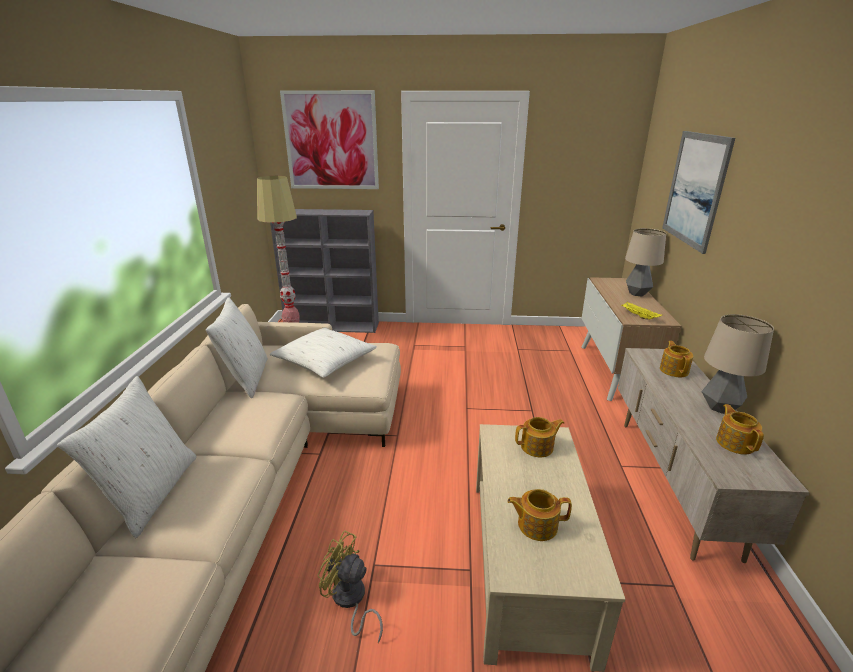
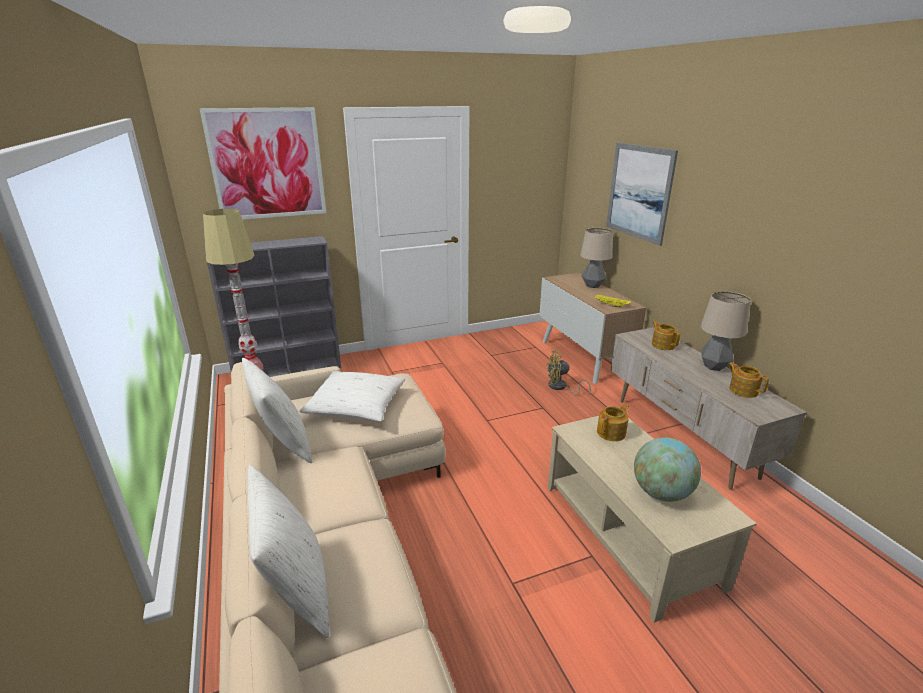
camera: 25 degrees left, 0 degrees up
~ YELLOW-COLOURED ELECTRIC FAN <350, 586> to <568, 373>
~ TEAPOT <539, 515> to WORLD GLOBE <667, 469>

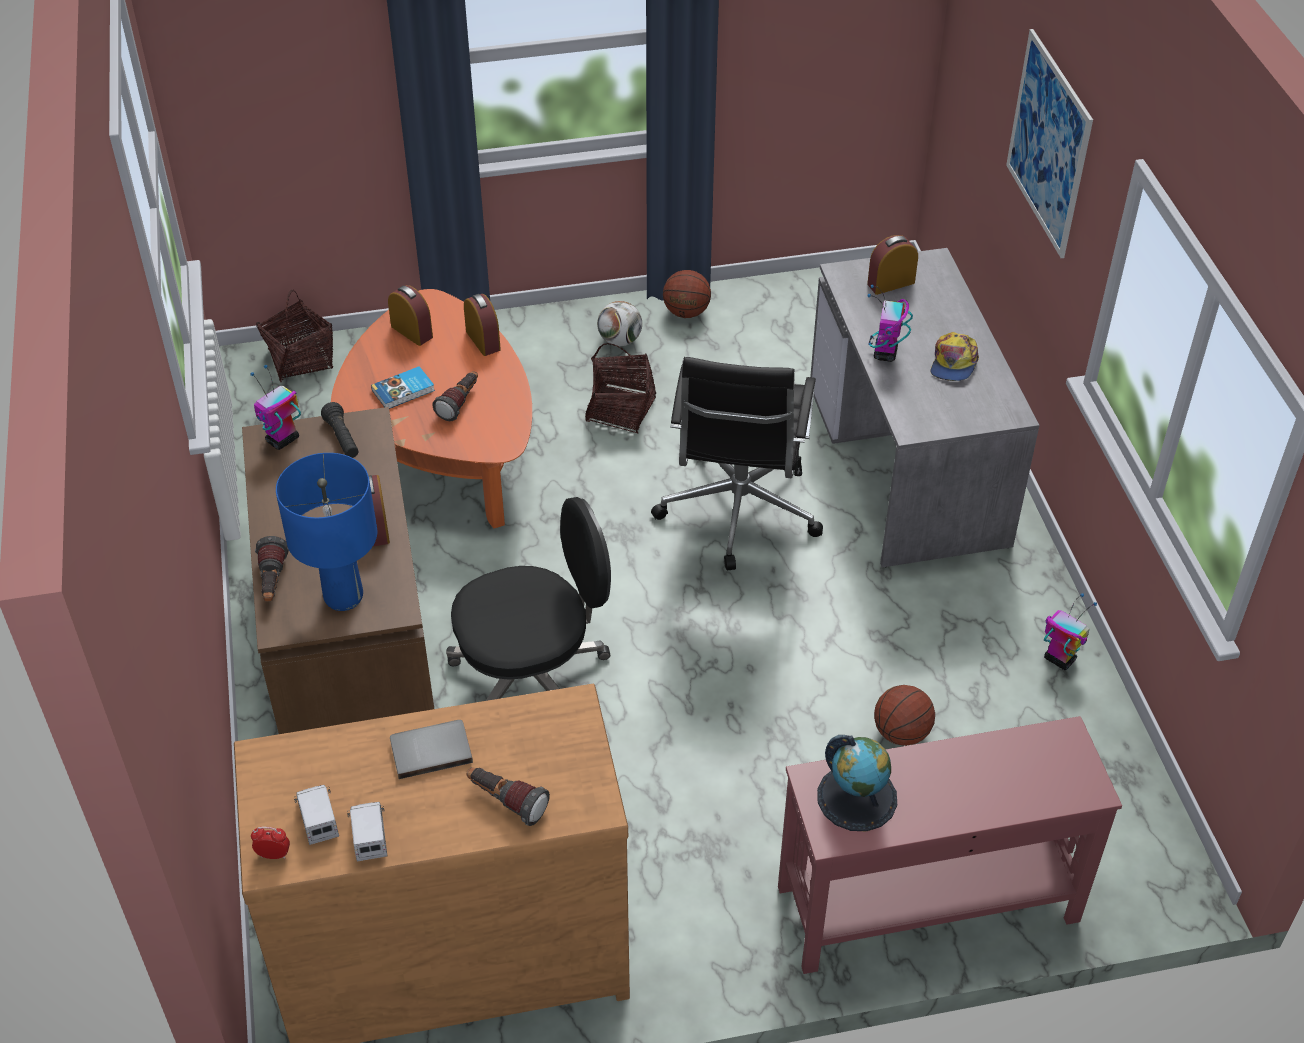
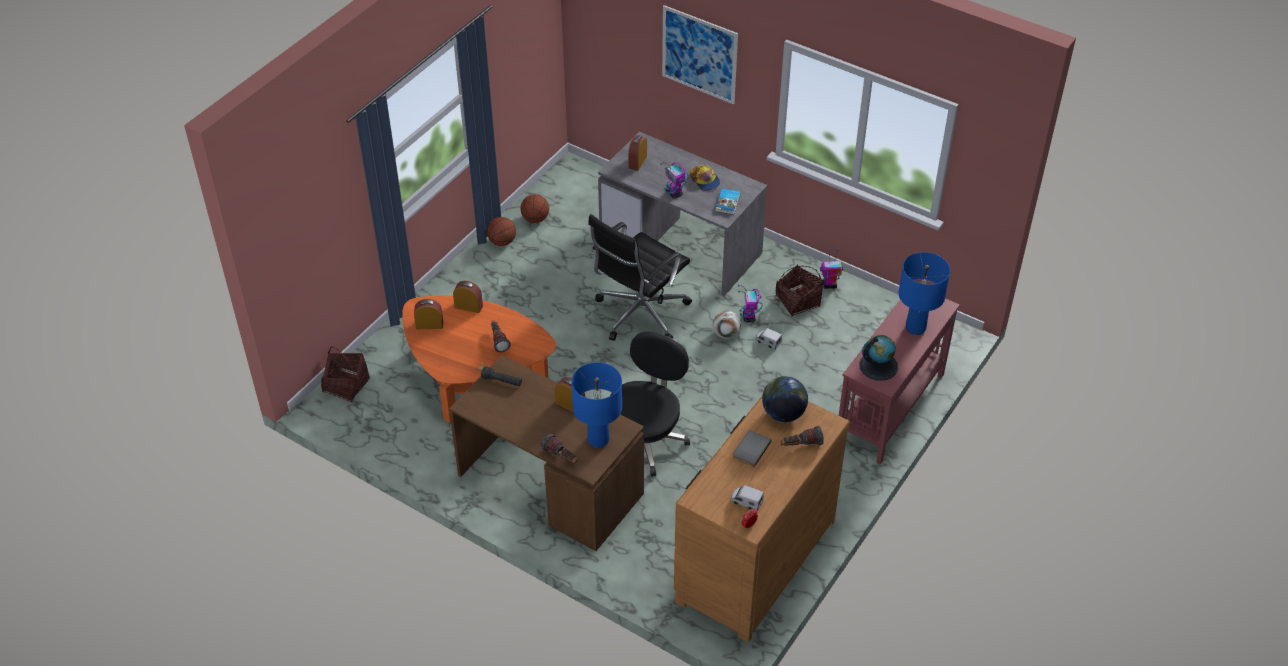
camera: 45 degrees left, 0 degrees up
~ TOY ROBOT <275, 407> to <750, 303>
~ MODEL TRUCK <367, 831> to <768, 339>
~ BOUND BOOK <403, 387> to <727, 202>
~ BASKET <620, 388> to <799, 290>
~ FOOTBALL <619, 323> to <727, 325>
~ BLACK-COLOURED COMPUTER CHAIR <737, 463> = <640, 277> 75 degrees clockwise
~ BALL FOR BASKETBALL <904, 715> to <535, 208>
+ WORLD GLOBE <785, 399>
+ BLUE-COLOURED TABLETOP LAMP <924, 293>

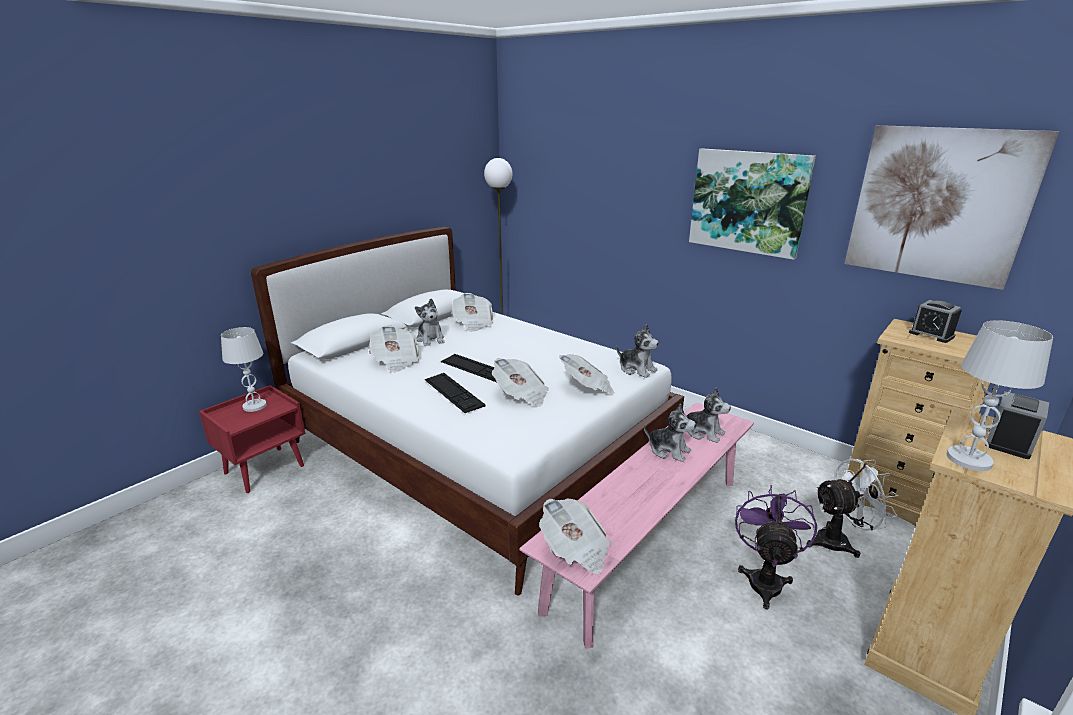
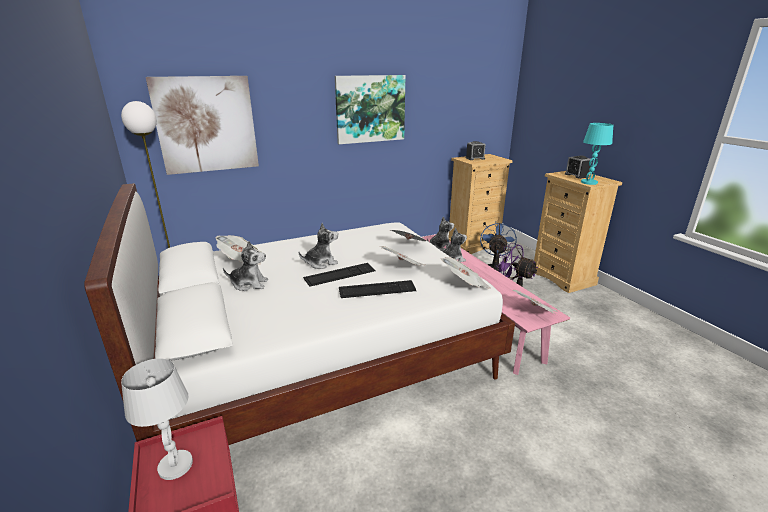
camera: 65 degrees left, 0 degrees up
~ NEWSPAPER <394, 348> to <466, 273>
~ CUDDLY TOY <637, 351> to <318, 246>
~ WHITISH ELECTRIC FAN <852, 508> to BLUE-COLOURED ELECTRIC FAN <498, 247>
~ PICTURE <951, 207> to <202, 125>
~ WHITISH TABLETOP LAMP <1000, 395> to TURQUOISE-COLOURED TABLETOP LAMP <597, 154>

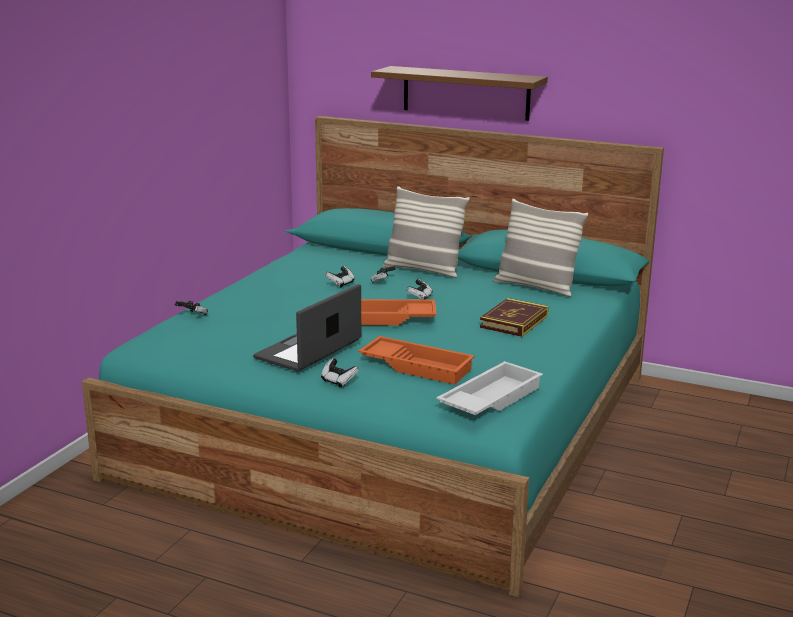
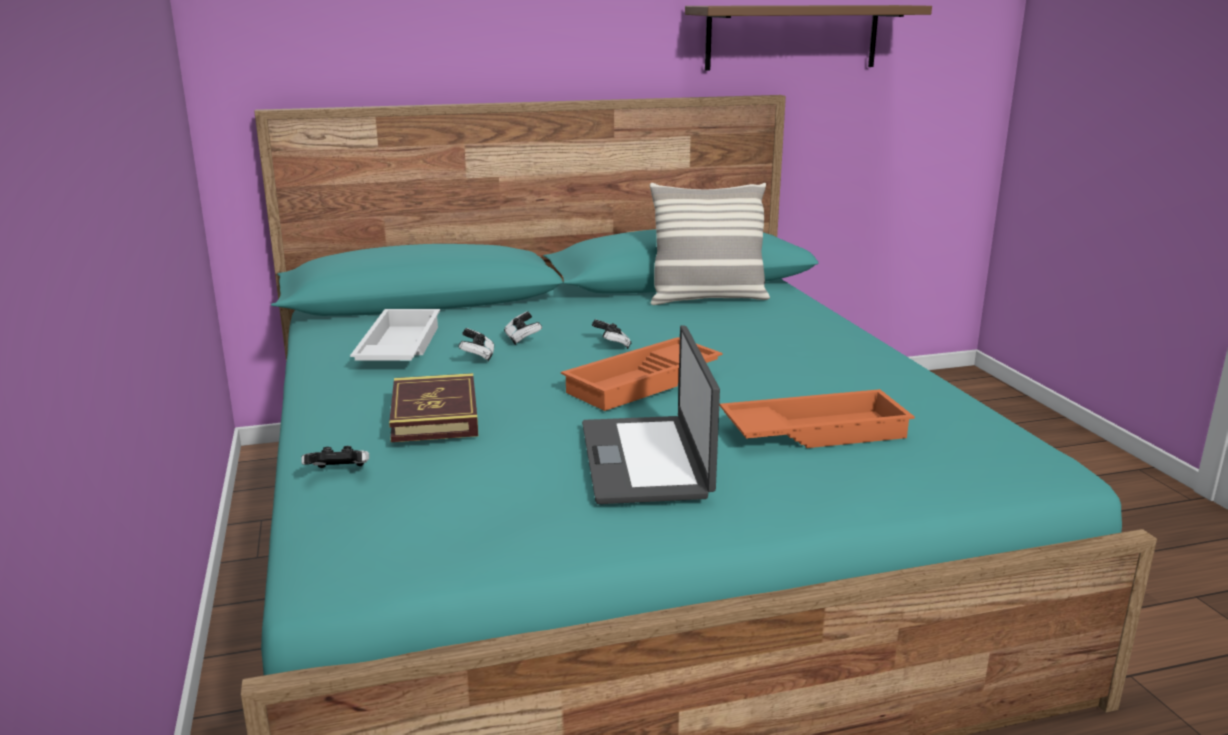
camera: 40 degrees left, 0 degrees up
- JOYPAD <340, 372>
~ BROWN-COLOURED SHELF <459, 93> to <808, 38>
- THROW PILLOW <426, 232>
~ WHITISH SERVING TRAY <489, 388> to <395, 335>
~ BOUND BOOK <514, 317> to <433, 407>

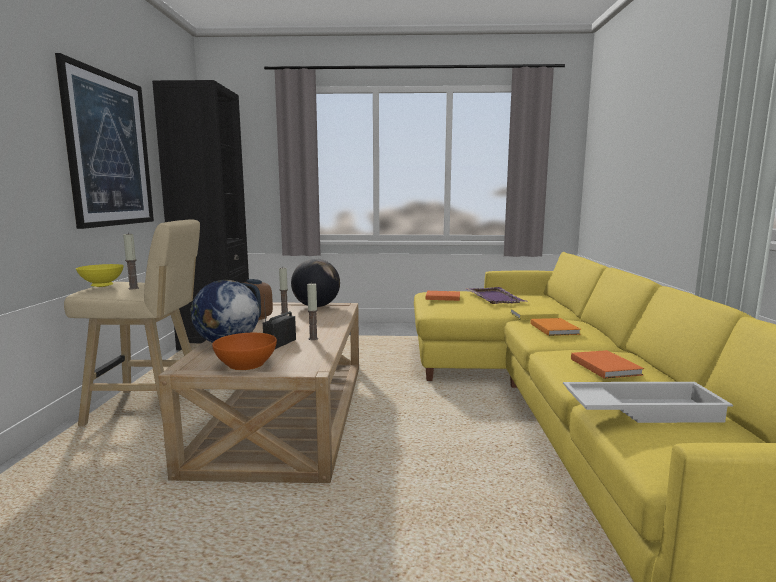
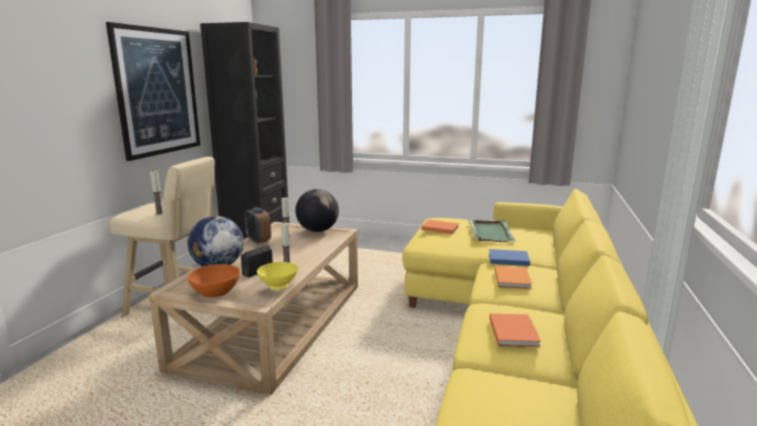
camera: 15 degrees right, 5 degrees up
~ YELLOW-COLOURED DEEP DISH <100, 275> to <277, 276>
~ PURPLISH SERVING TRAY <495, 295> to GREEN-COLOURED SERVING TRAY <492, 230>
~ YELLOW-COLOURED BOUND BOOK <534, 313> to BLUE-COLOURED BOUND BOOK <509, 257>
- WHITISH SERVING TRAY <648, 402>

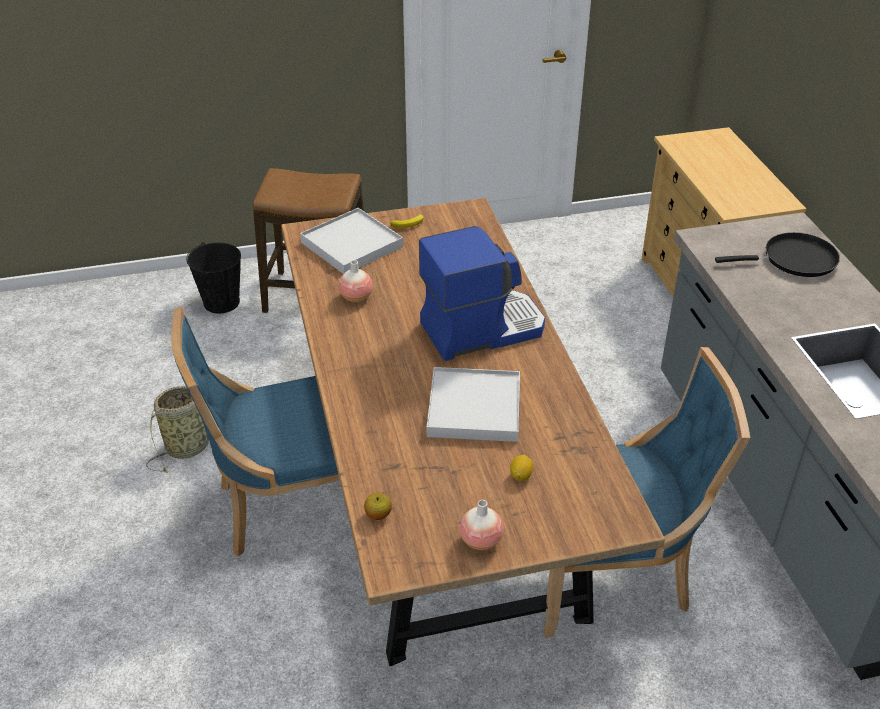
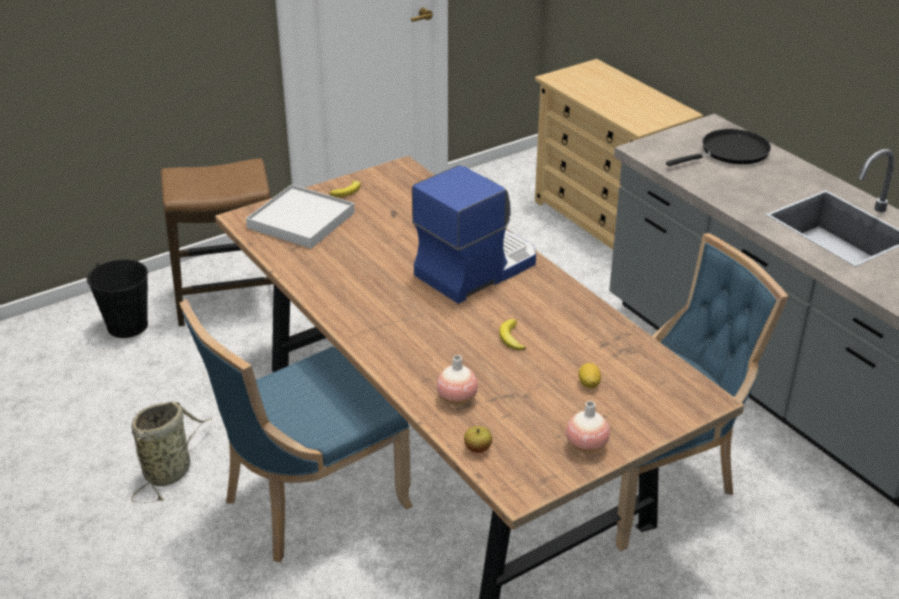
camera: 20 degrees left, 5 degrees down
~ FLOWER VASE <356, 281> to <457, 380>
~ WHITISH SERVING TRAY <473, 404> to BANANA <512, 334>

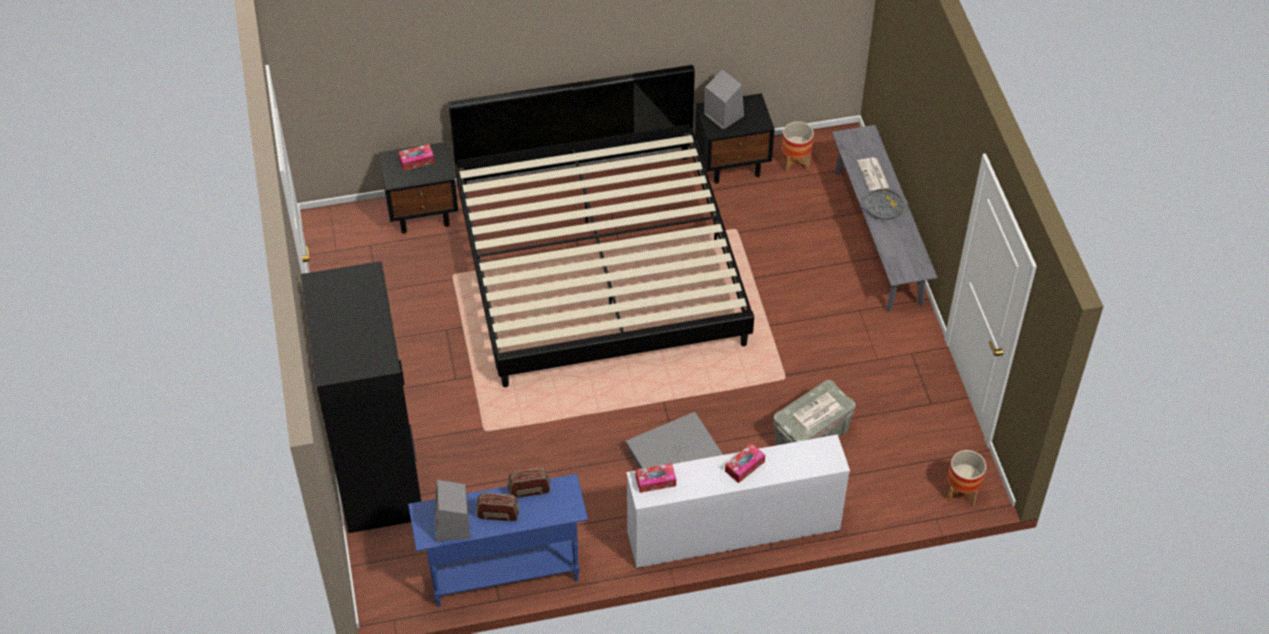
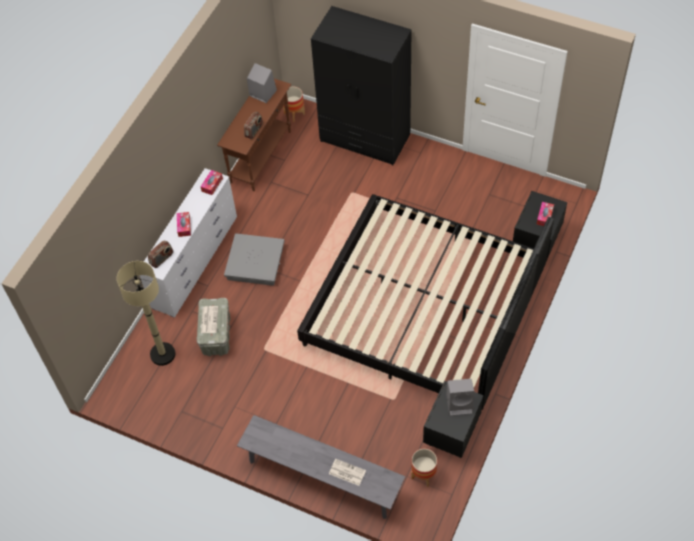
camera: 130 degrees right, 5 degrees up
~ BLUE-COLOURED NARROW TABLE <498, 540> to BROWN-COLOURED NARROW TABLE <254, 135>
~ RADIO SET <497, 507> to <160, 254>
- GRAY SERVING TRAY <884, 204>
~ PLANTER <966, 478> to <294, 104>
+ BEIGE STANDING LAMP <146, 313>

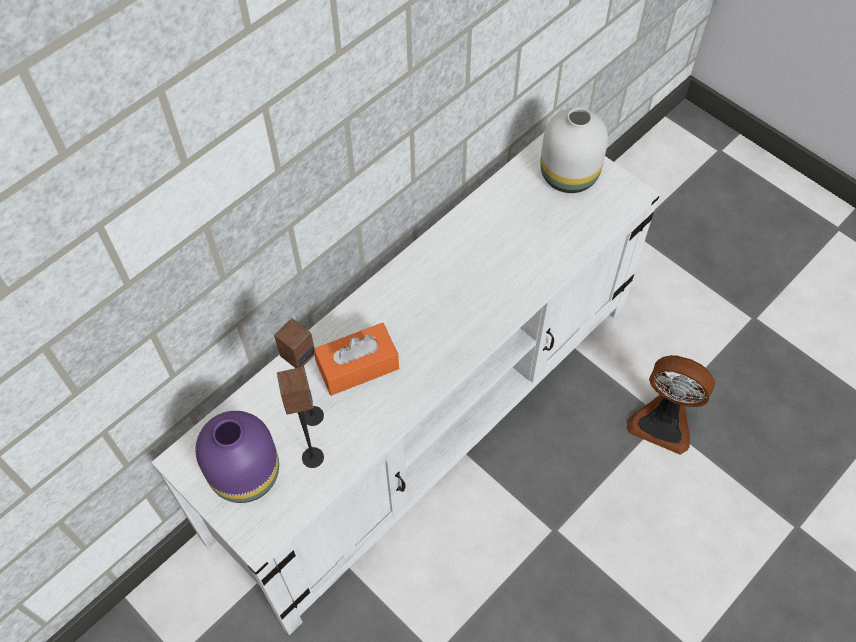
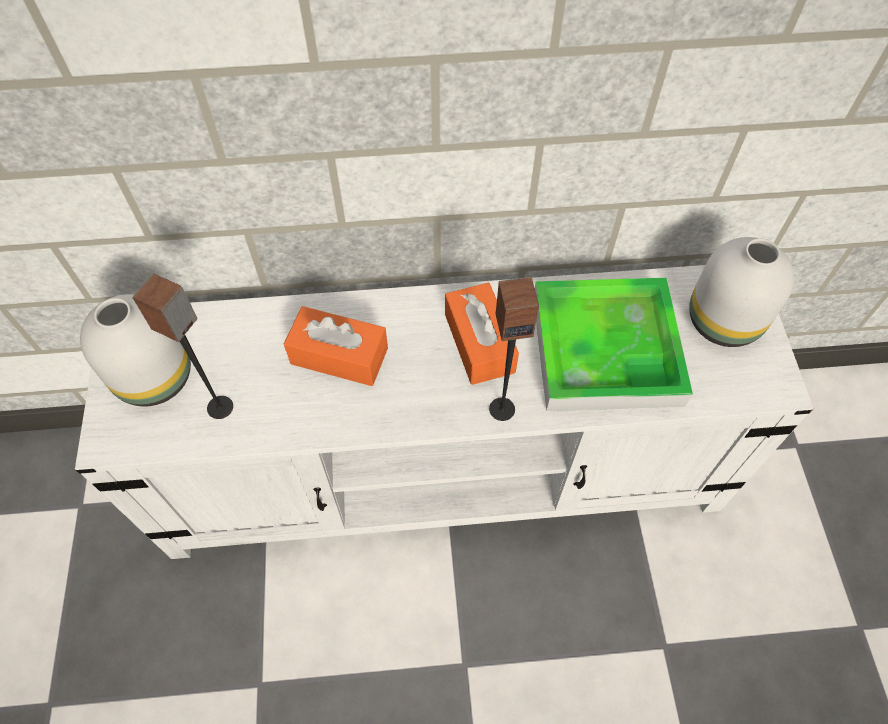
camera: 40 degrees right, 0 degrees up
~ PURPLISH FLOWER VASE <237, 457> to WHITISH FLOWER VASE <135, 350>
~ AUDIO SPEAKER <299, 372> to <514, 349>
- ELECTRIC FAN <671, 405>
+ ORANGEY TISSUE BOX <482, 334>
+ SERVING TRAY <614, 344>

